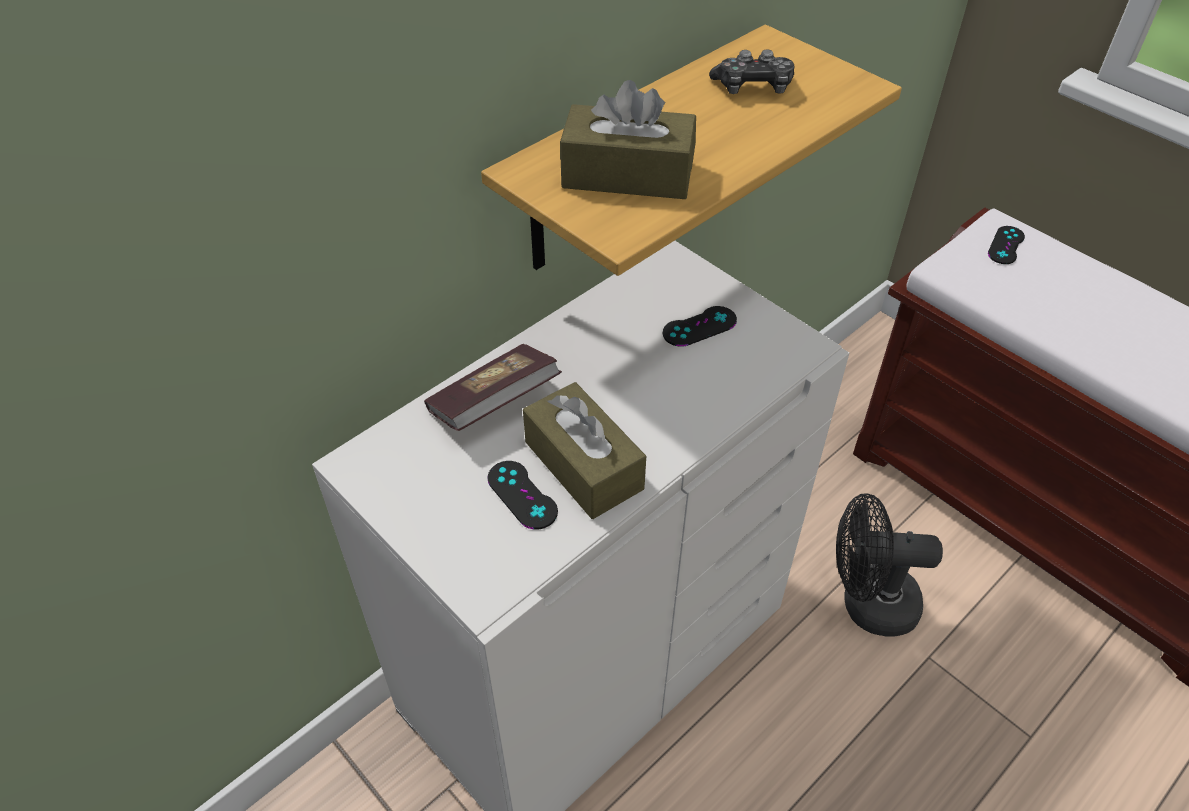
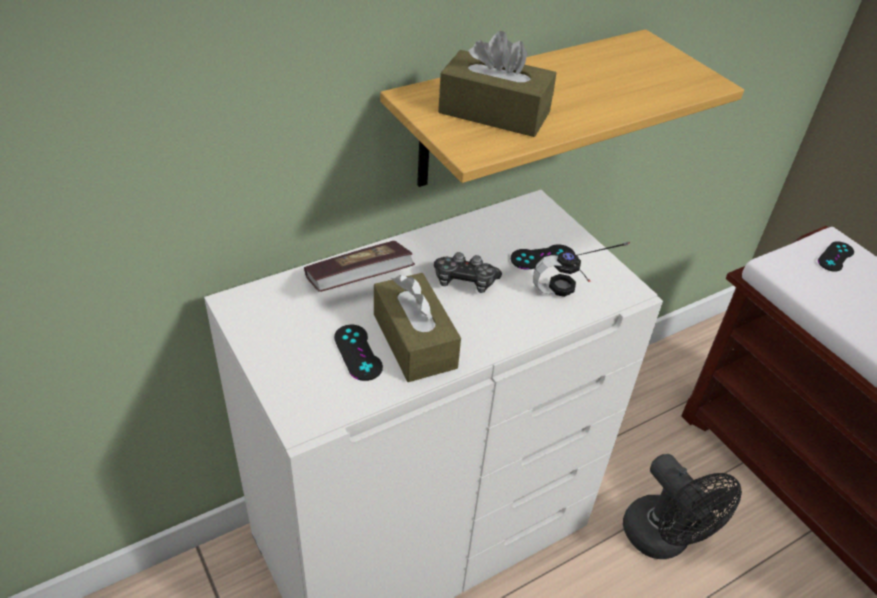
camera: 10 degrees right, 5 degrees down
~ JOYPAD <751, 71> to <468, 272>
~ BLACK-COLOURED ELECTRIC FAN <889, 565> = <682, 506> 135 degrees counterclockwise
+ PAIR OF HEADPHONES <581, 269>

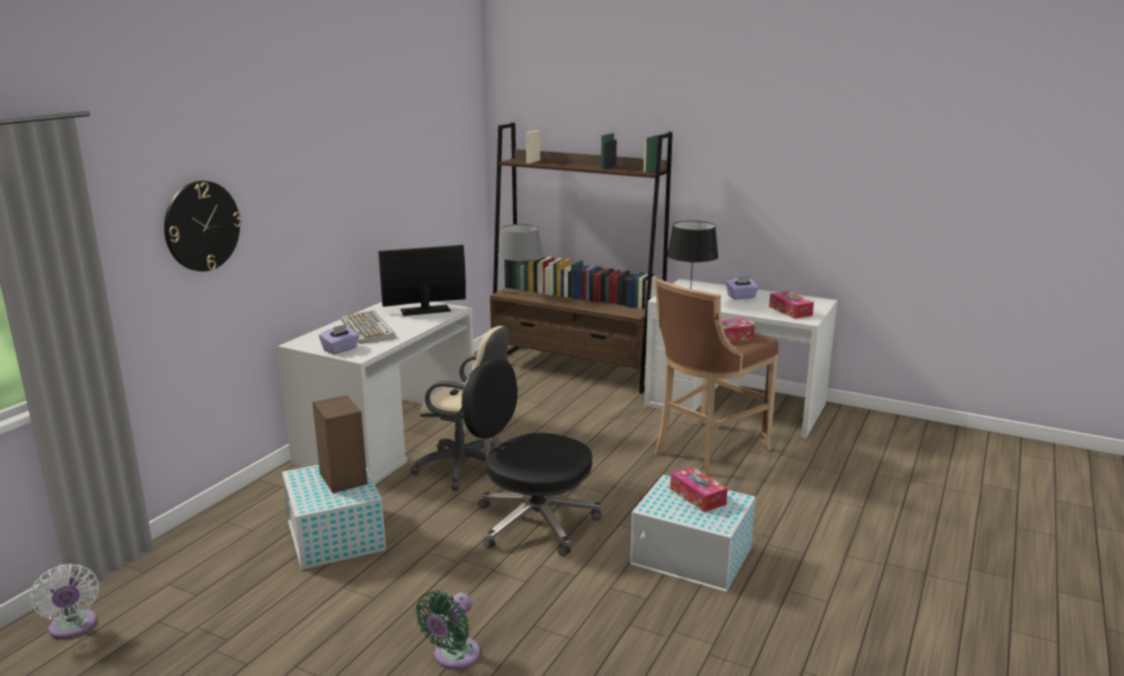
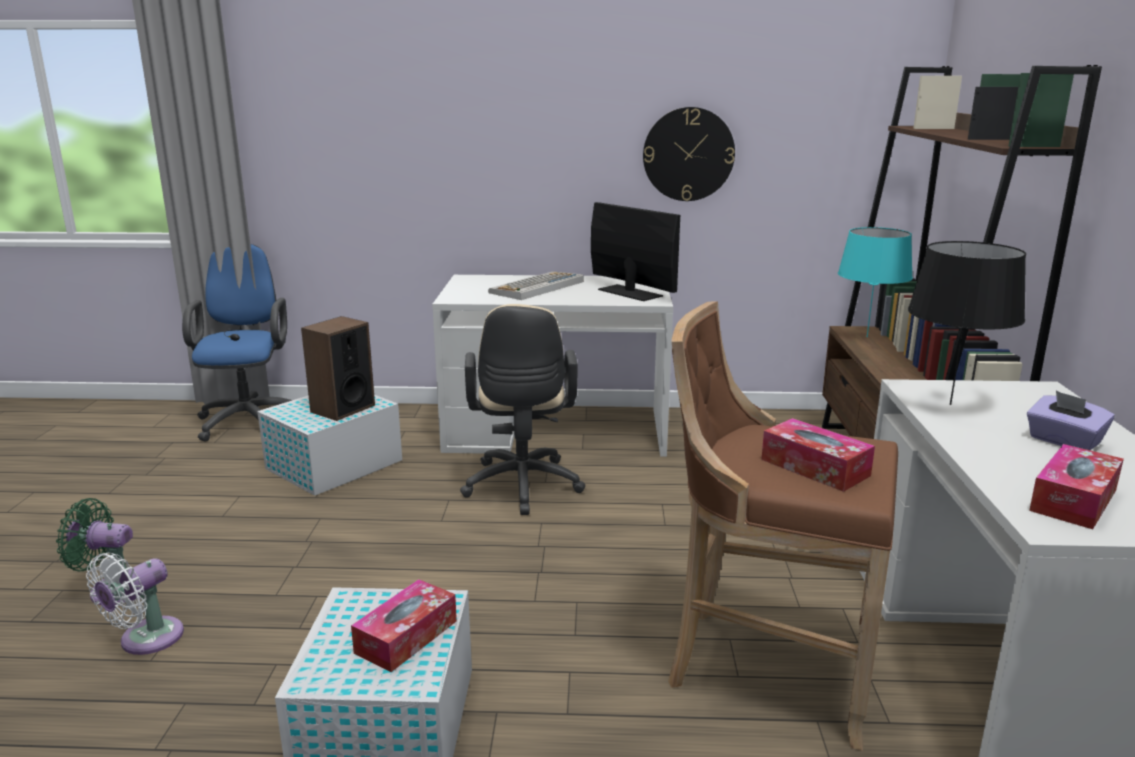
camera: 65 degrees right, 0 degrees up
~ WHITISH ELECTRIC FAN <65, 601> to <135, 604>
~ HANGING CLOCK <203, 226> to <689, 154>
- PURPLISH TISSUE BOX <339, 339>
- BLACK-COLOURED COMPUTER CHAIR <532, 457>
~ GRAY TABLETOP LAMP <520, 252> to TURQUOISE-COLOURED TABLETOP LAMP <875, 282>
+ BLUE-COLOURED COMPUTER CHAIR <237, 343>

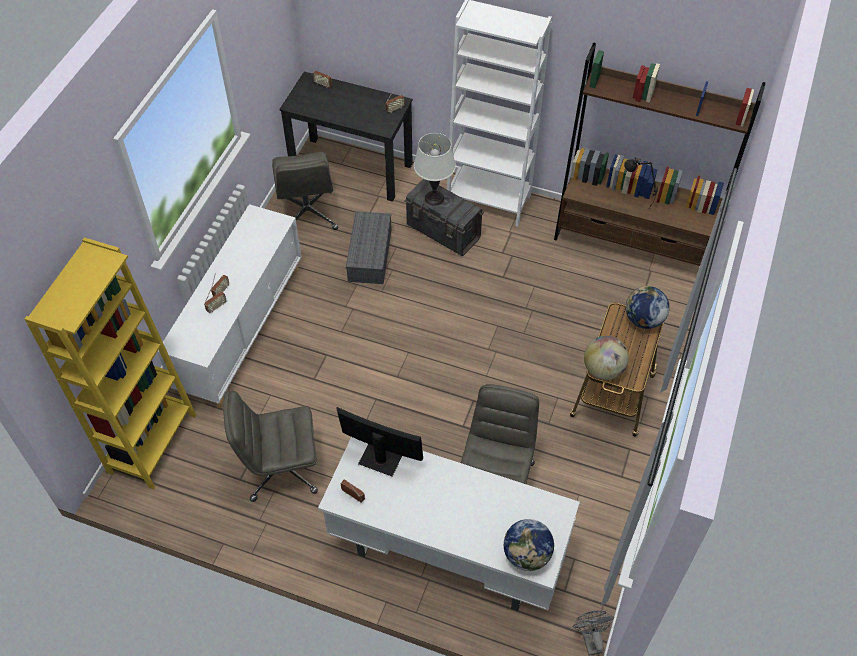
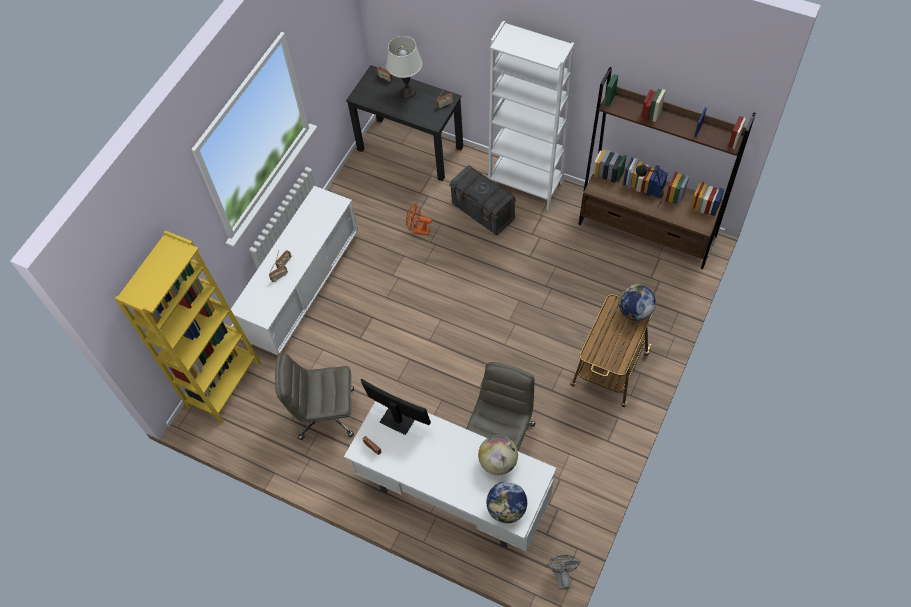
camera: 10 degrees right, 5 degrees up
- GRAY COMPUTER CHAIR <305, 191>
~ GRAY STORAGE CONTAINER <369, 247> to ORANGEY ELECTRIC FAN <419, 219>
~ WHITISH TABLETOP LAMP <435, 169> to <404, 67>
~ WORLD GLOBE <606, 358> to <498, 455>

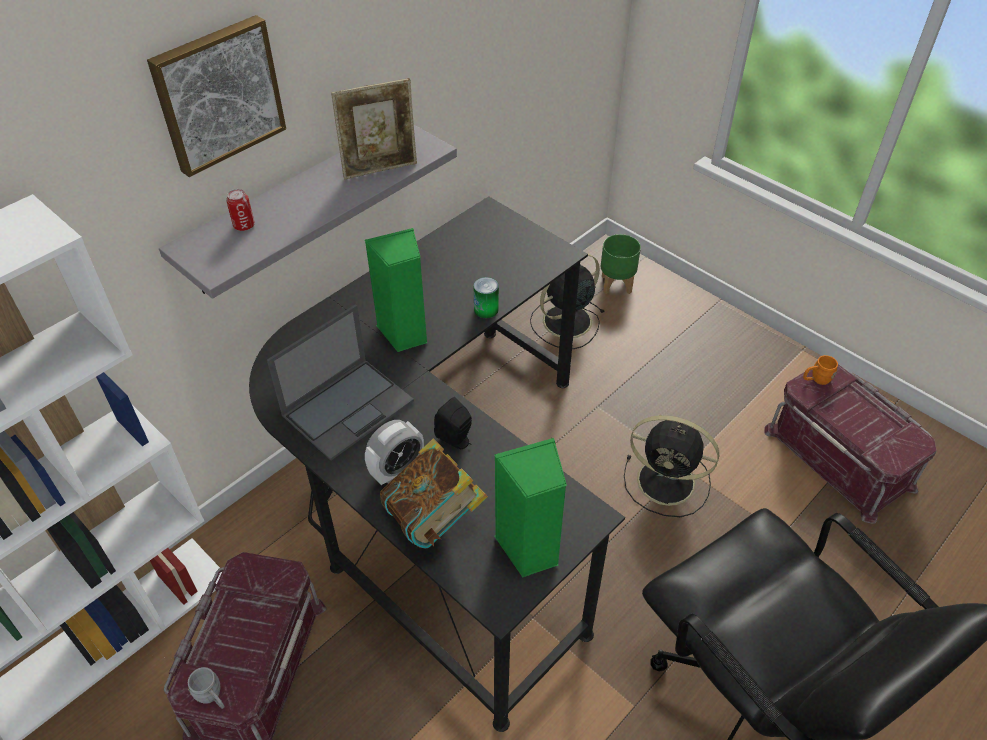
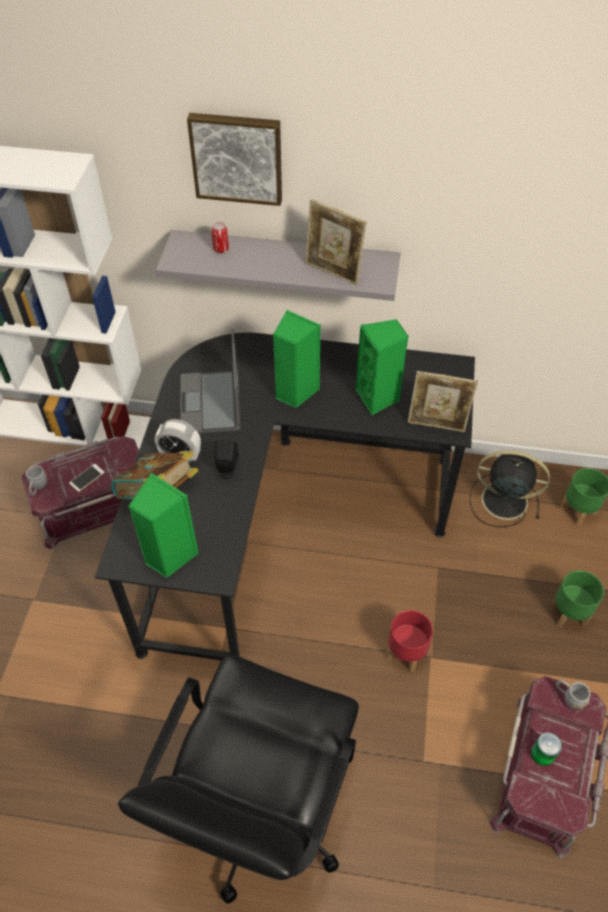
camera: 55 degrees right, 5 degrees up
~ NOTEBOOK COMPUTER <340, 382> = <210, 381> 75 degrees clockwise
~ CAN <486, 297> to <546, 749>
~ BLACK-COLOURED ELECTRIC FAN <671, 466> to RED PLANTER <410, 641>
~ ORANGEY COFFEE MUG <820, 370> to GRAY COFFEE MUG <573, 694>
+ PHONE <87, 478>
+ GREEN-COLOURED AUDIO SPEAKER <382, 367>
+ STANDING FRAME <443, 401>
+ GREEN-COLOURED PLANTER <578, 599>

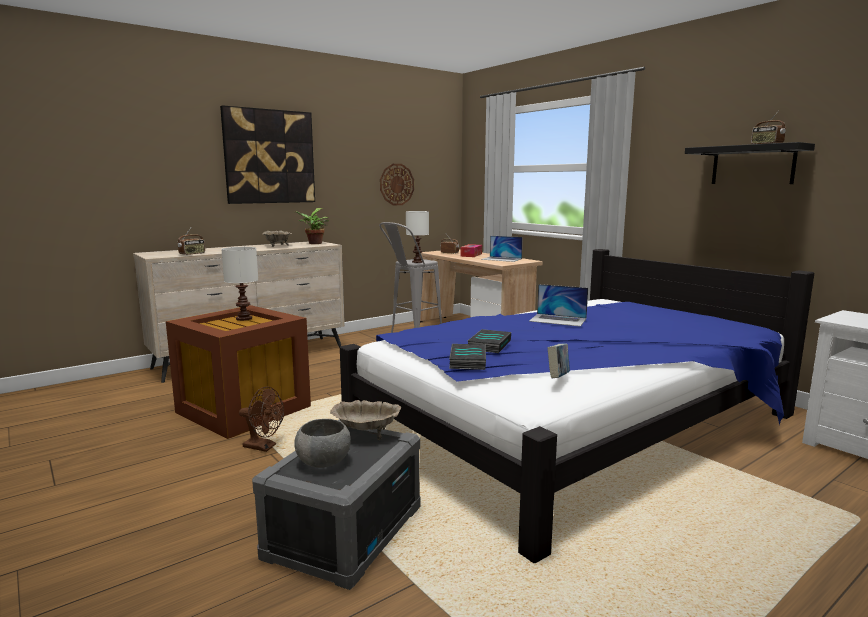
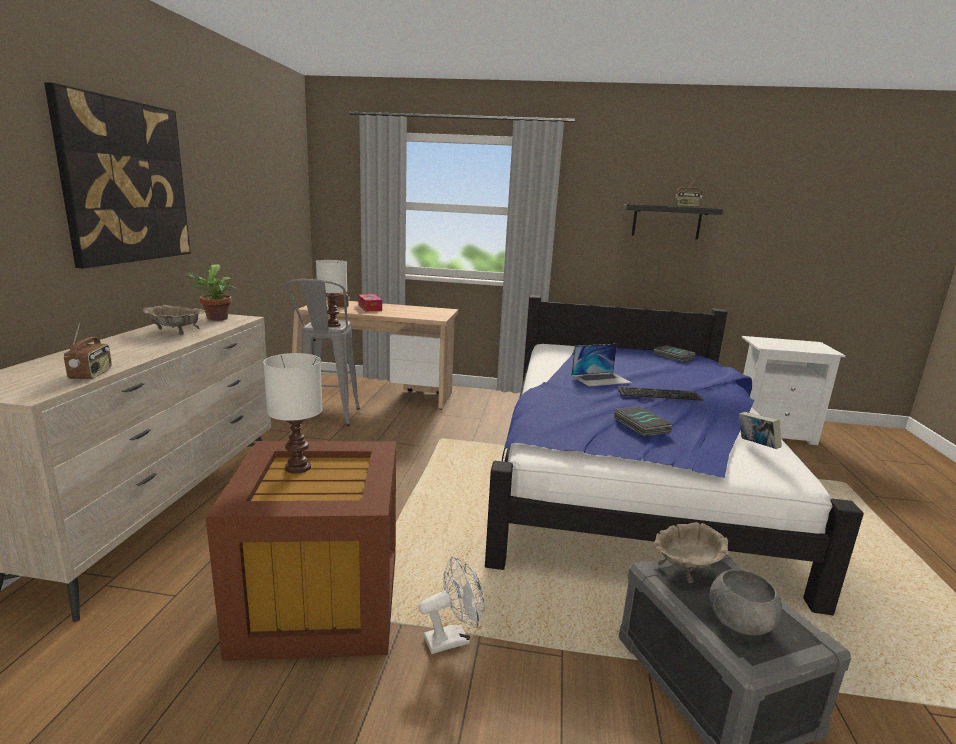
camera: 45 degrees left, 5 degrees up
~ BROWN-COLOURED ELECTRIC FAN <261, 419> to WHITISH ELECTRIC FAN <452, 605>
- HANGING CLOCK <397, 184>
~ BOUND BOOK <467, 357> to <675, 353>
- NOTEBOOK COMPUTER <502, 249>
+ PC KEYBOARD <660, 394>

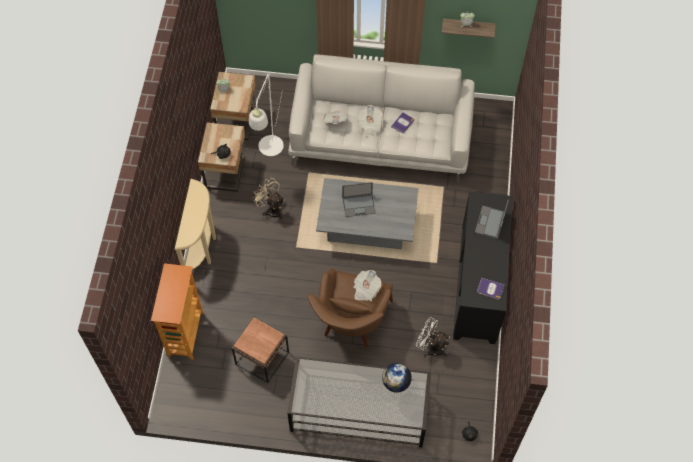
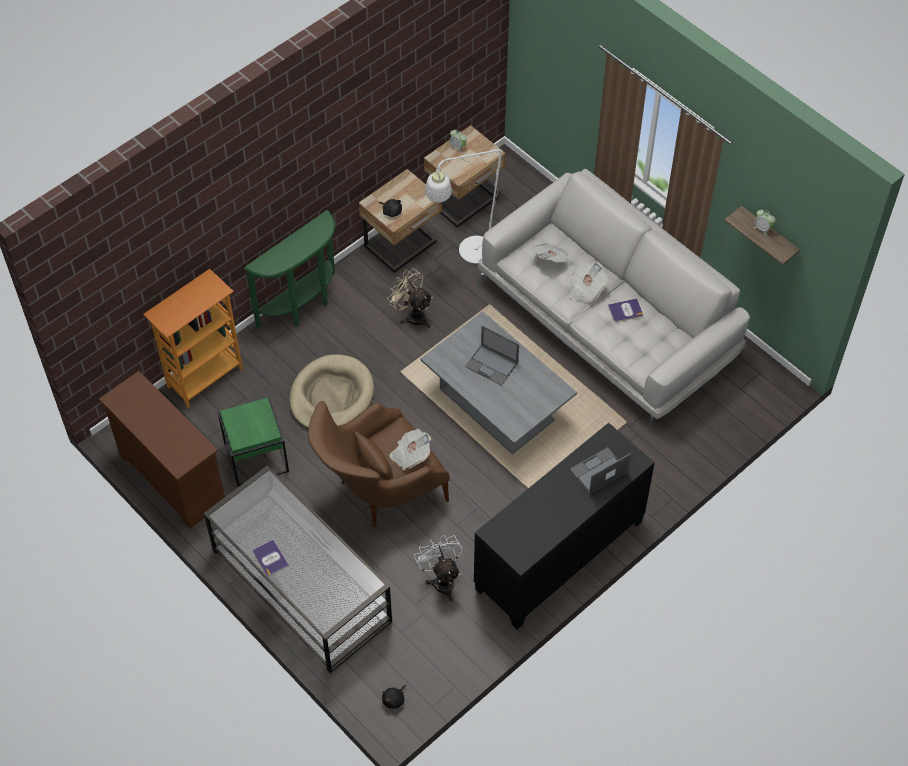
camera: 40 degrees right, 5 degrees down
~ BEIGE NARROW TABLE <195, 224> to GREEN-COLOURED NARROW TABLE <289, 269>
~ BROWN-COLOURED ACCENT TABLE <260, 350> to GREEN-COLOURED ACCENT TABLE <253, 442>
~ BEIGE ELECTRIC FAN <268, 200> = <410, 298> 45 degrees counterclockwise
- WORLD GLOBE <397, 378>
~ BOUND BOOK <490, 288> to <271, 558>
+ BROWN-COLOURED CHEST OF DRAWERS <162, 450>
+ BEIGE DOG CUSHION <332, 391>

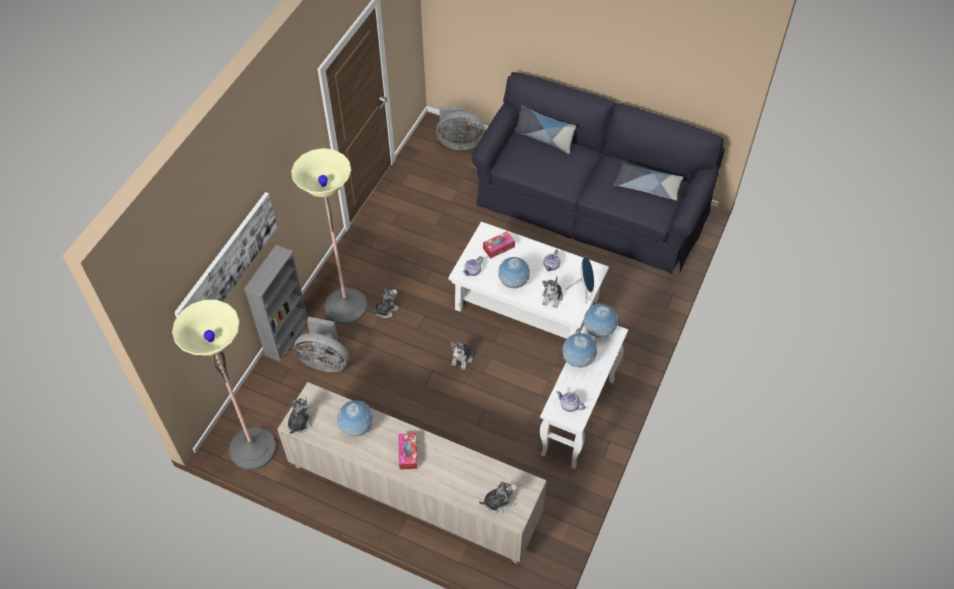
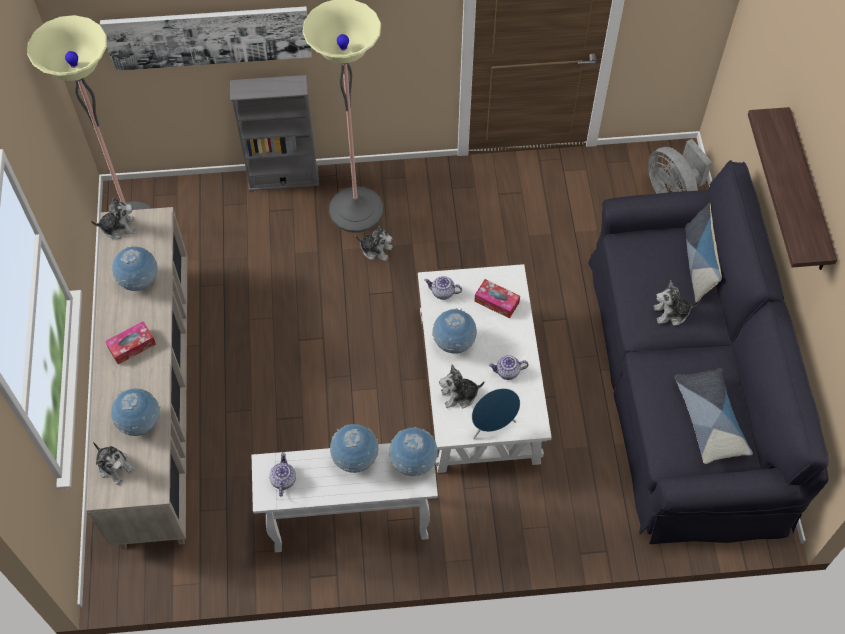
camera: 60 degrees right, 5 degrees up
- GRAY ELECTRIC FAN <321, 344>
~ CUDDLY TOY <461, 354> to <676, 303>
+ WORLD GLOBE <136, 412>
+ SHELF <792, 188>

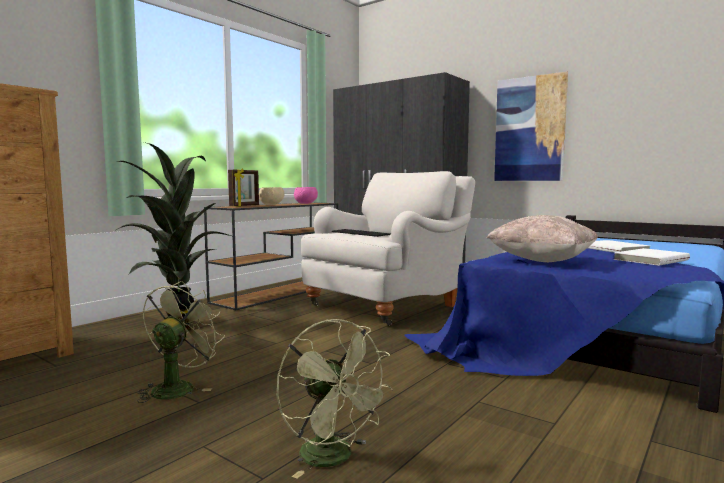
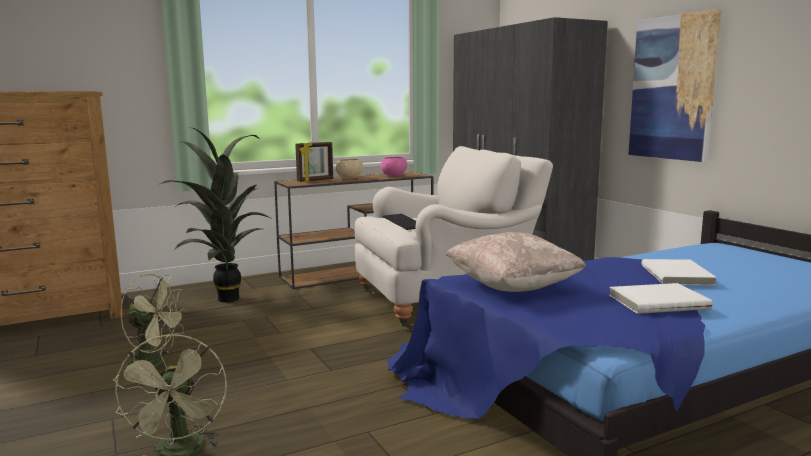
camera: 25 degrees right, 5 degrees up
~ GREEN-COLOURED ELECTRIC FAN <181, 342> = <154, 320> 60 degrees clockwise

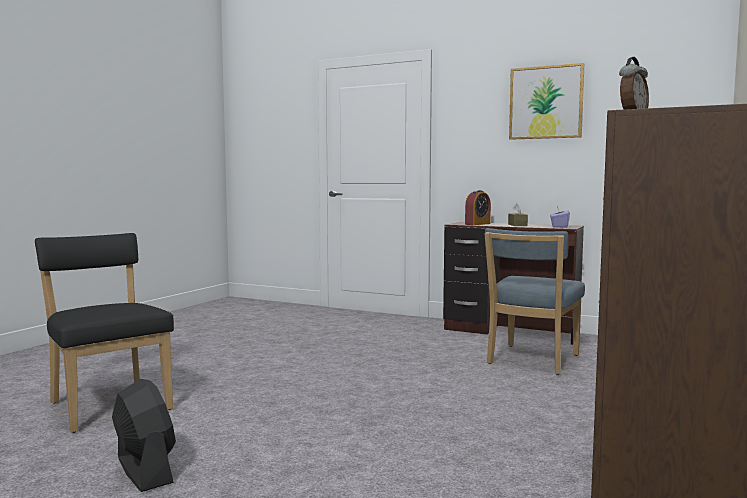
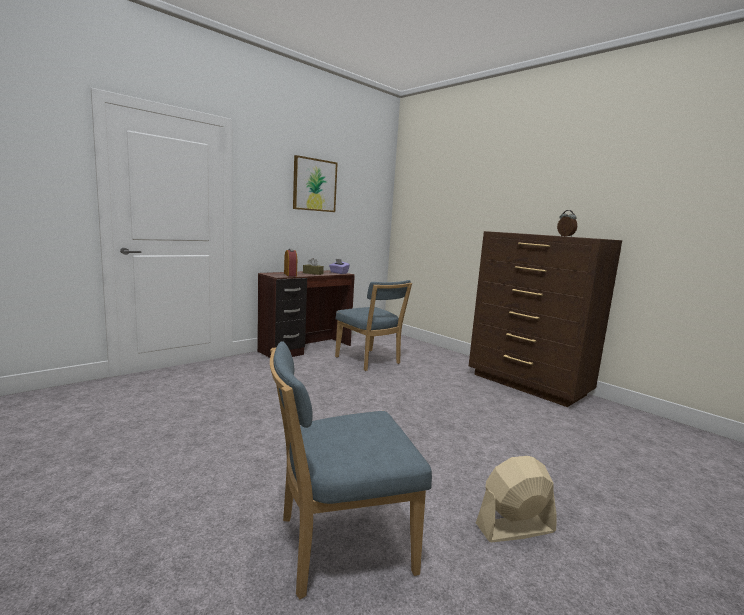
camera: 70 degrees left, 5 degrees up
~ BLACK-COLOURED PLAIN CHAIR <104, 333> to BLUE-COLOURED PLAIN CHAIR <351, 470>
~ BLACK-COLOURED ELECTRIC FAN <144, 435> to BEIGE ELECTRIC FAN <516, 499>

